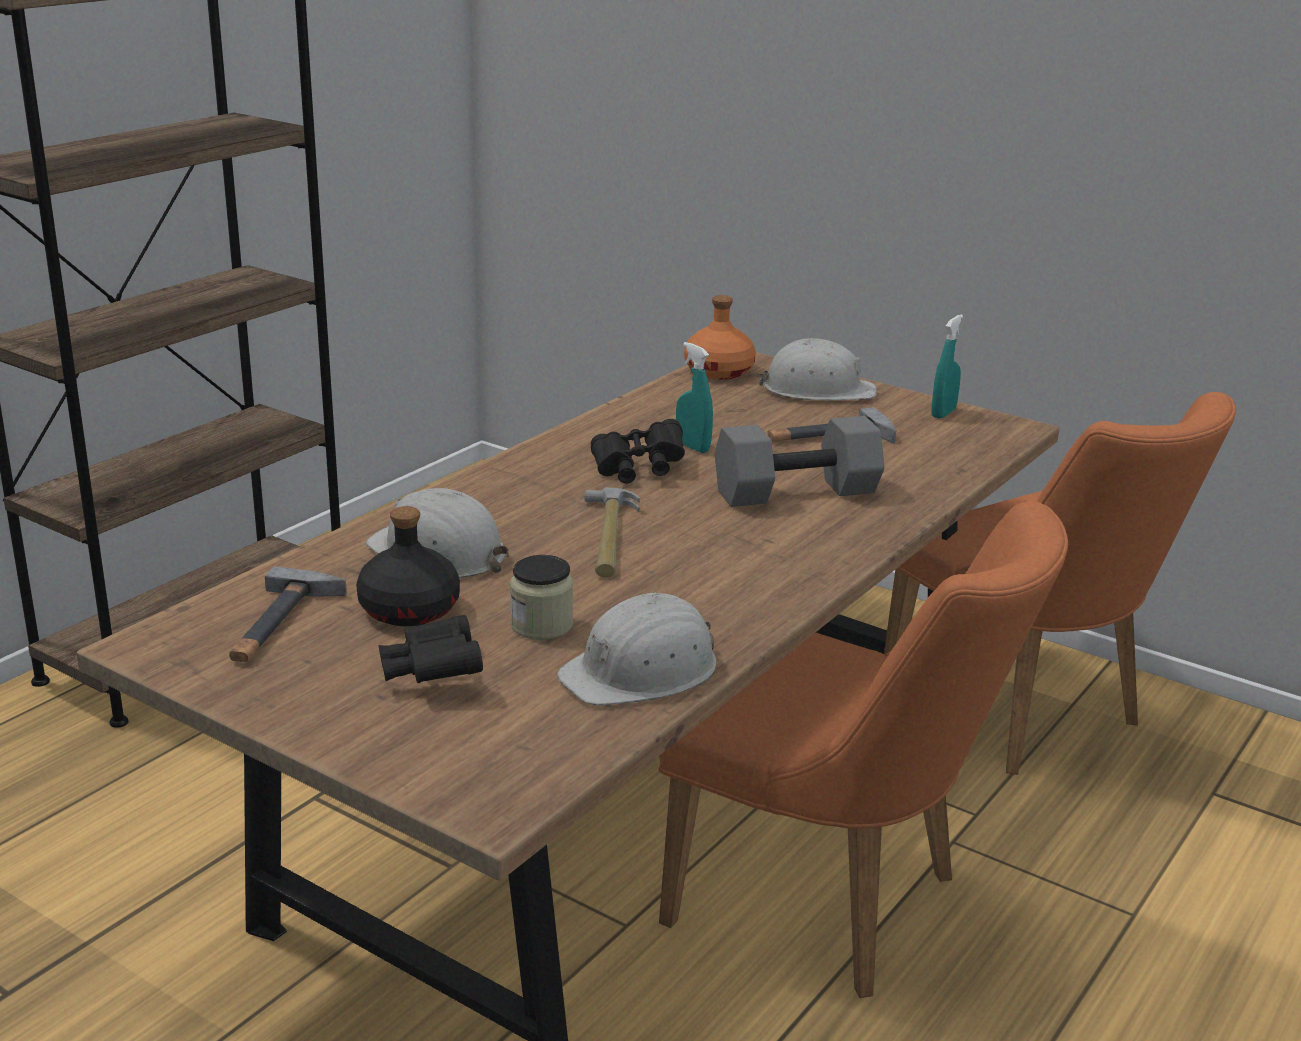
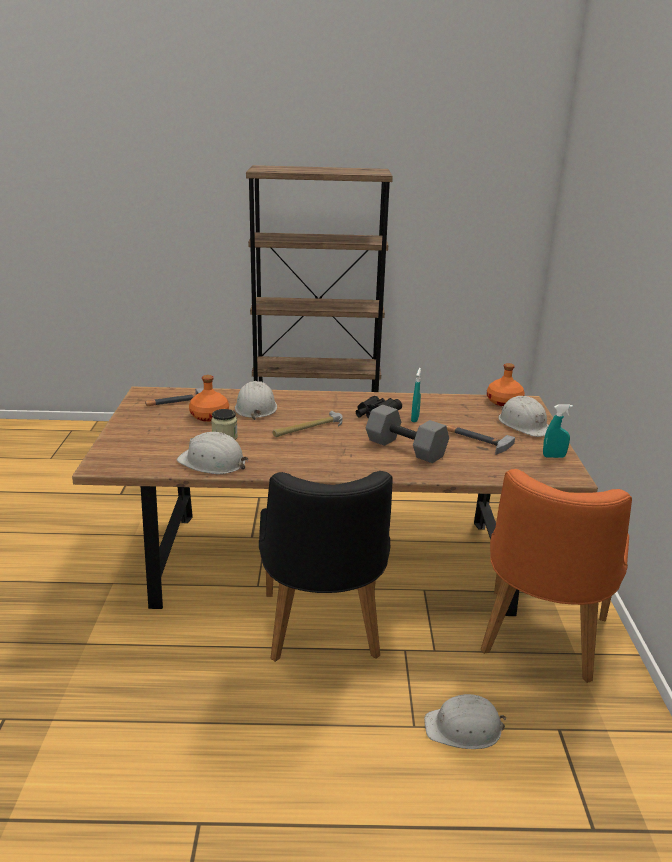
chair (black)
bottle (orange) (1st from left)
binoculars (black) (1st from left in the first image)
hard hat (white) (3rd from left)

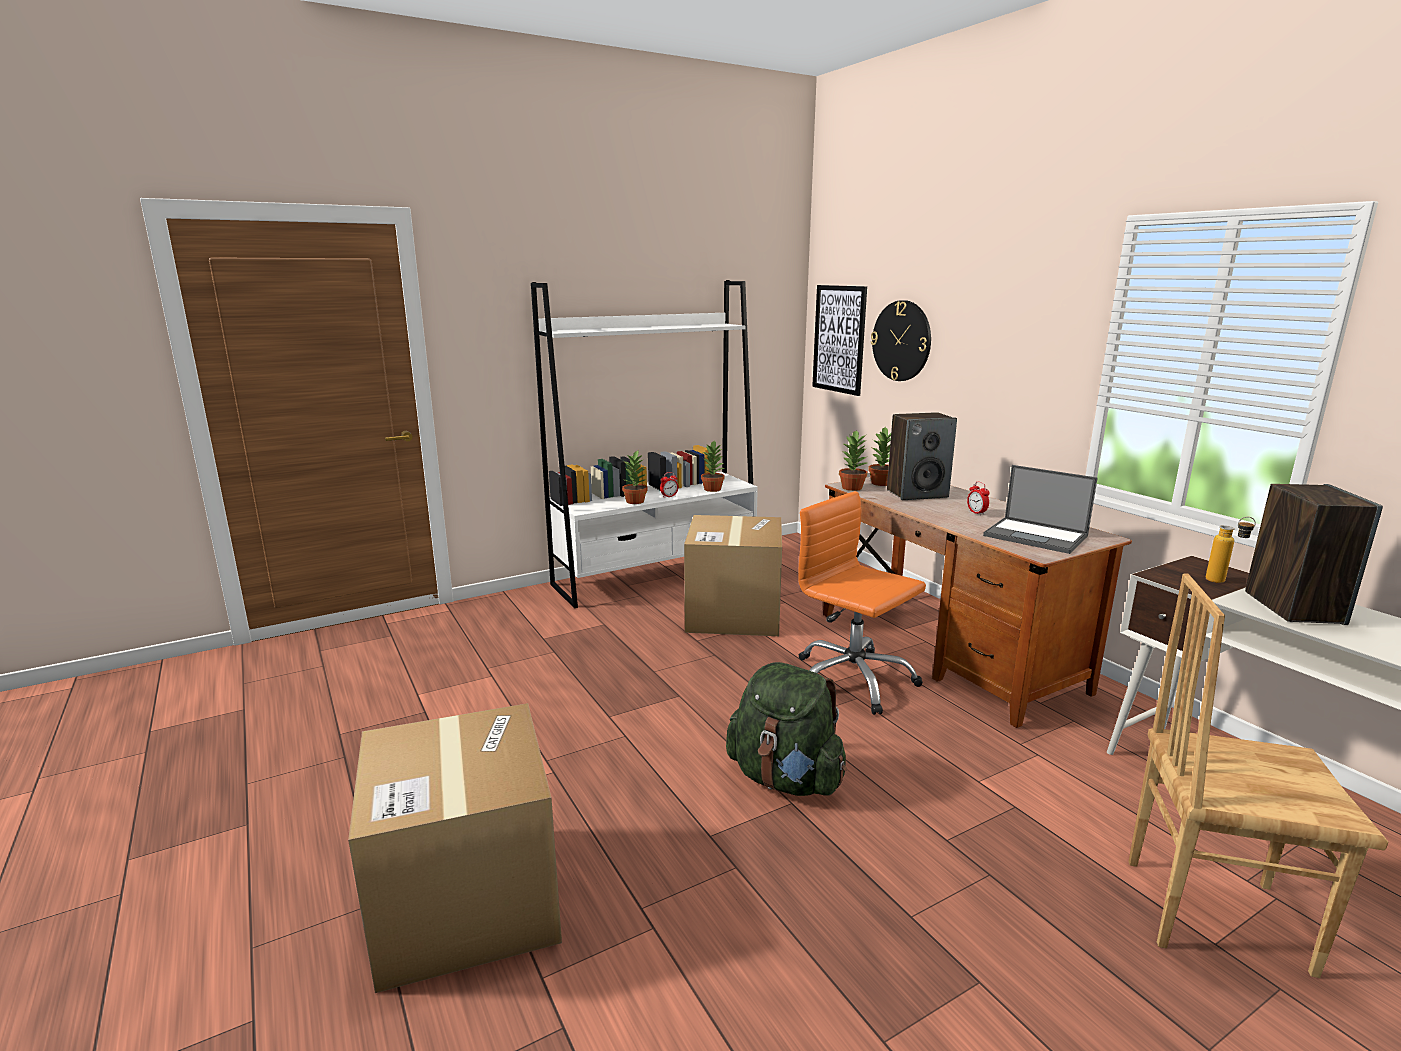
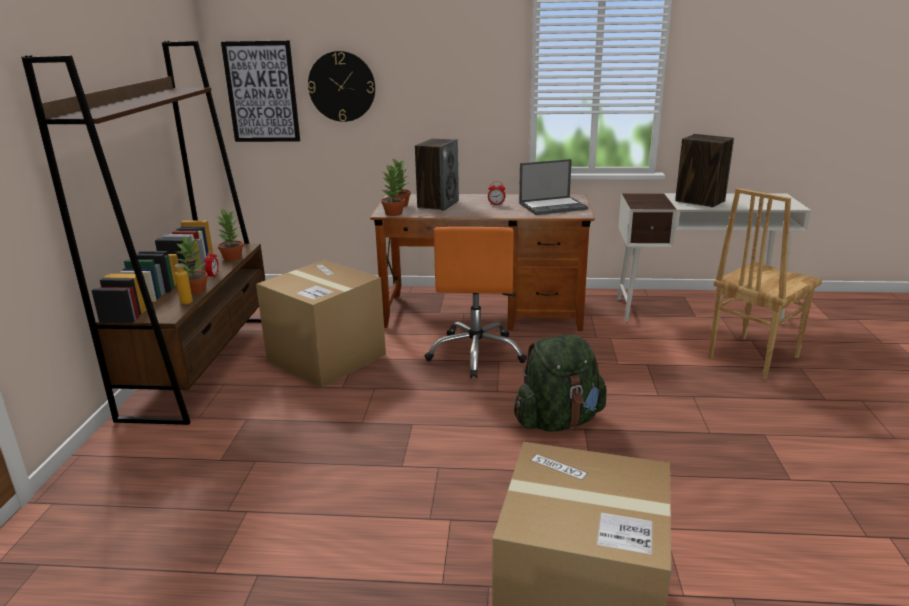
bookcase (brown)
office chair (orange)
bottle

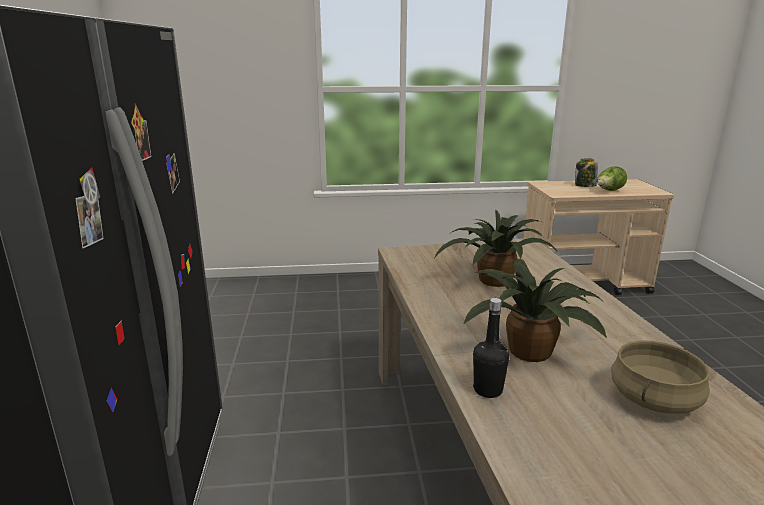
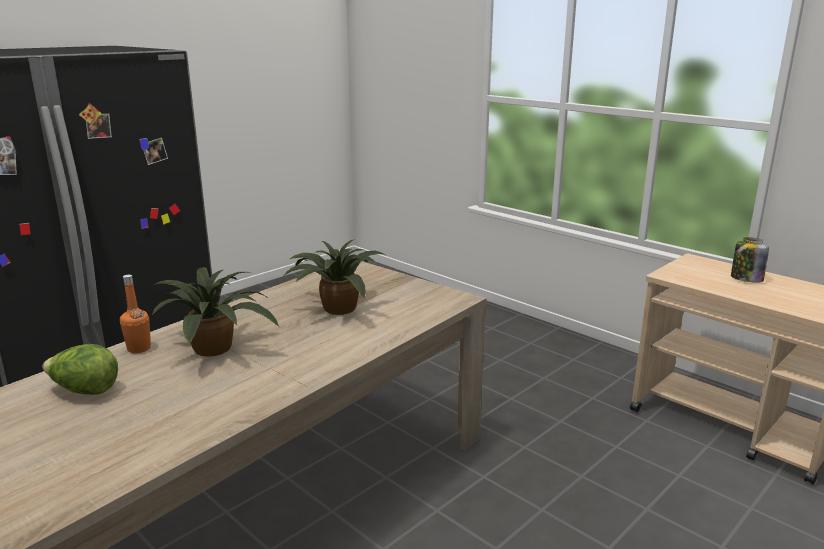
lettuce
bottle (orange)
cooking pot (beige)

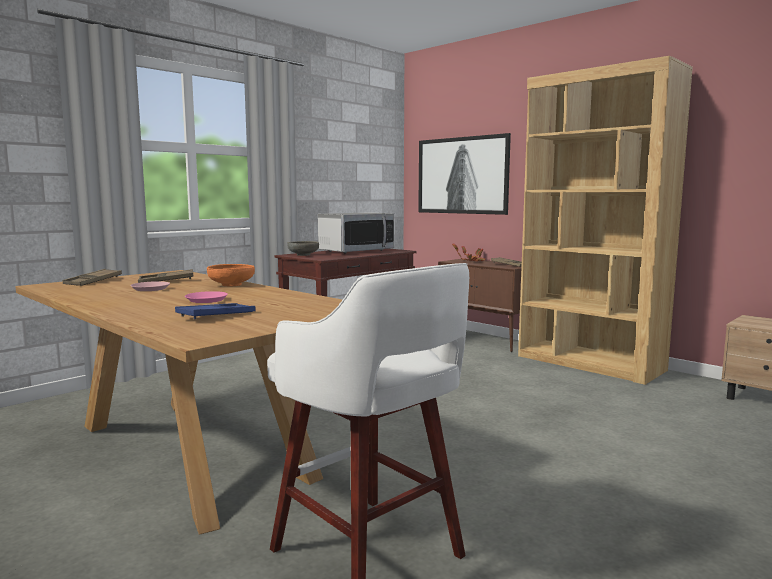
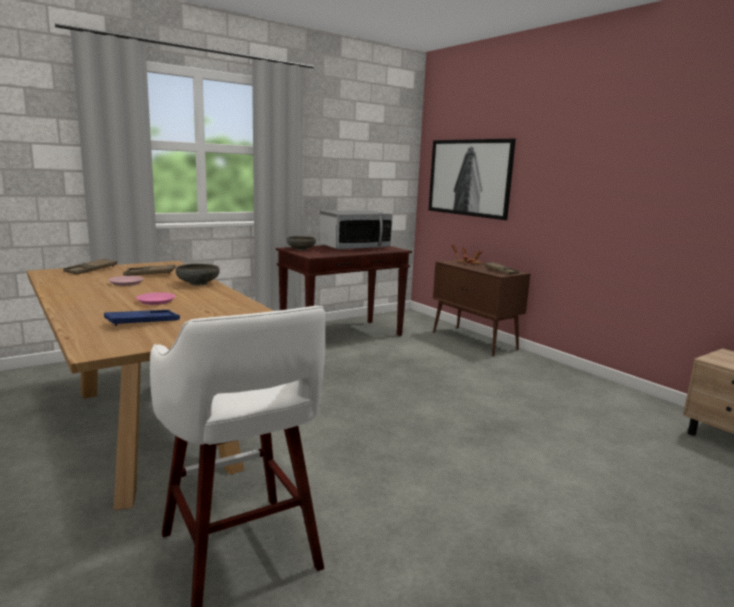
bookcase (brown)
bowl (grey) (1st from left)

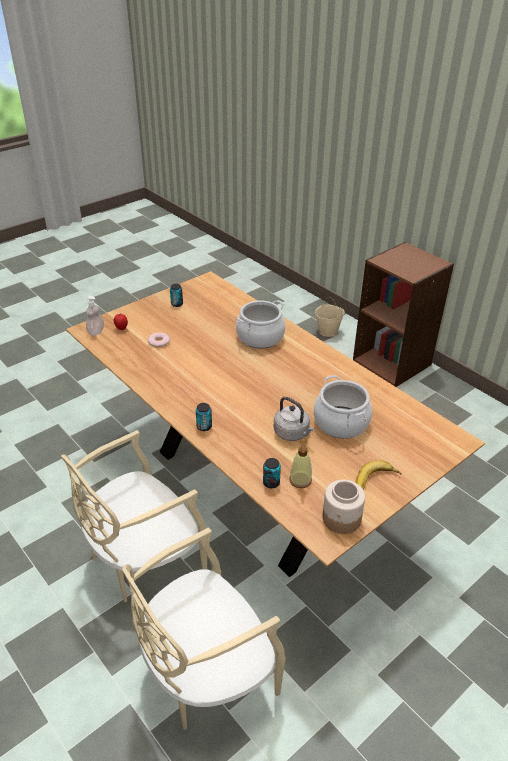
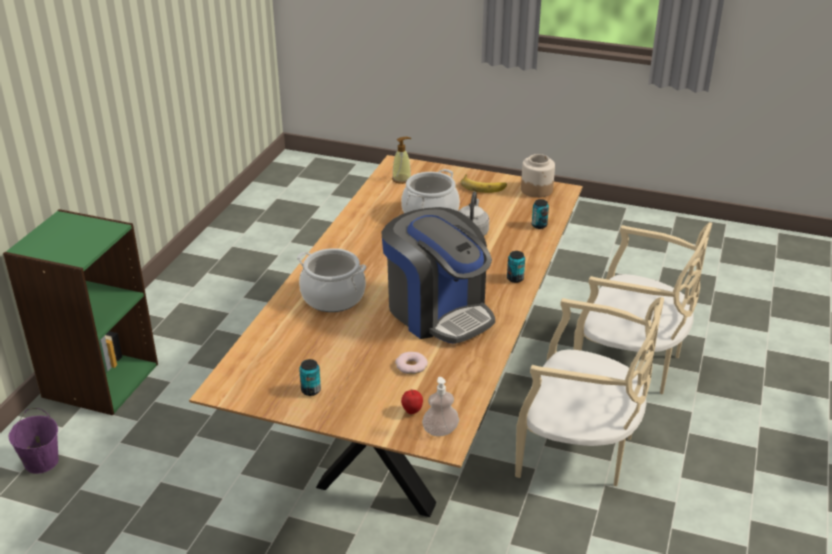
bookcase (green)
bucket (purple)
soap dispenser (1st from left)
coffee machine

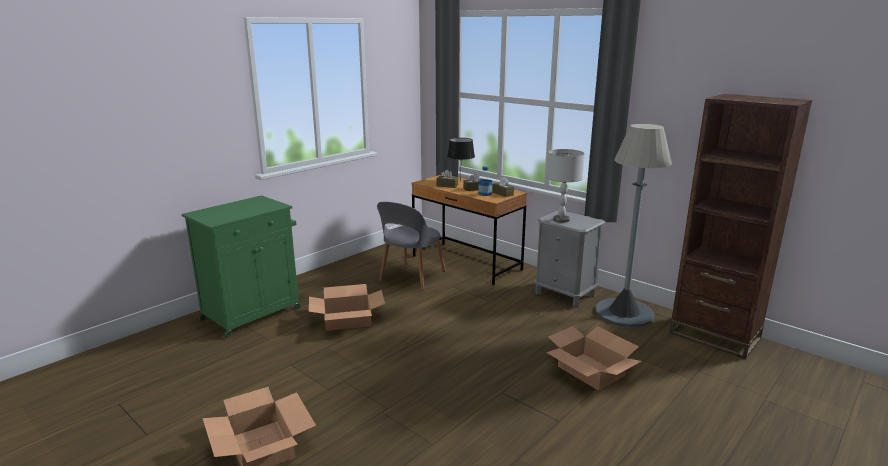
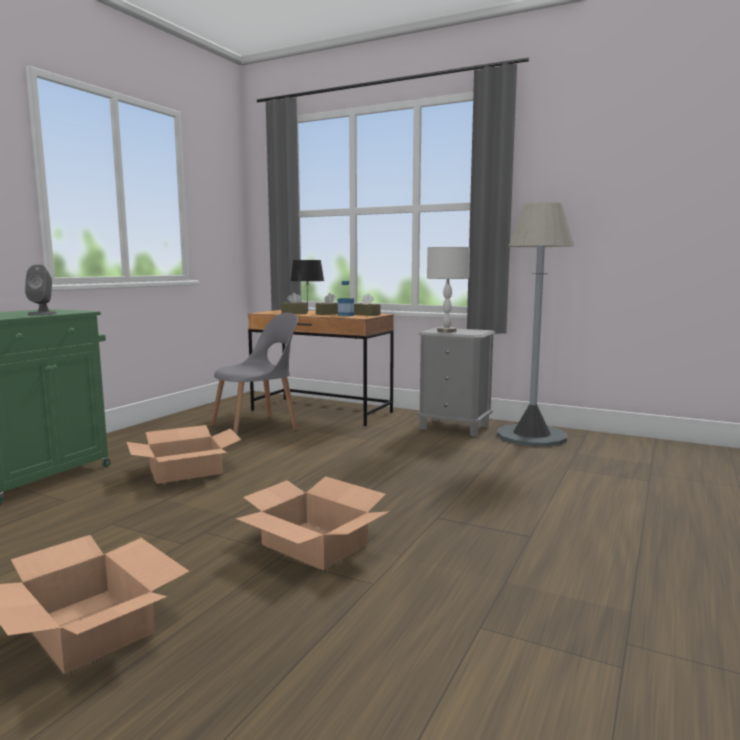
bookcase (brown)
chair (grey)
cardboard box (3rd from left)
speaker (grey)

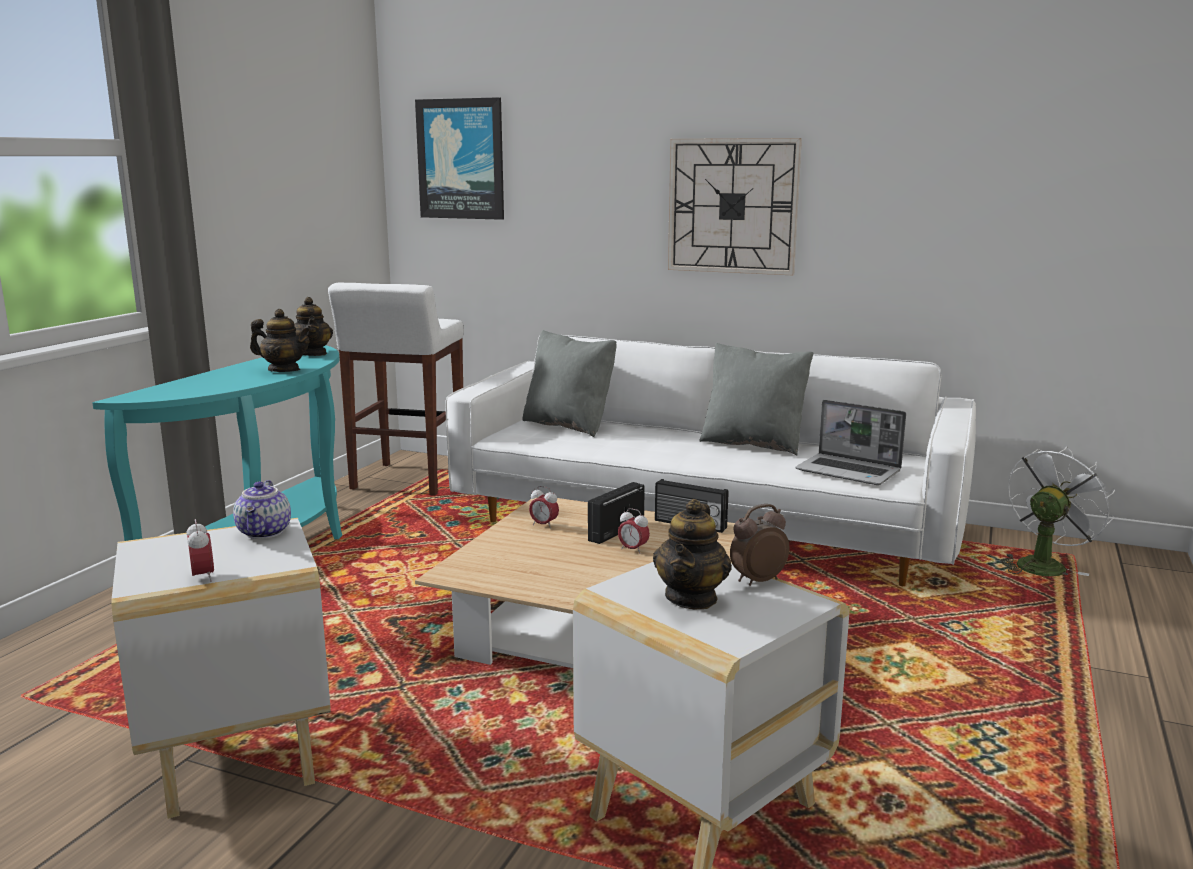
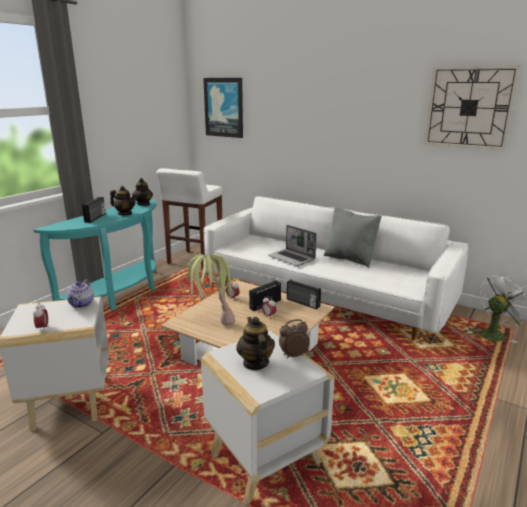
wall clock
pillow (grey) (1st from left in the first image)
laptop
teapot (4th from left)
radio (1st from left)
potted plant

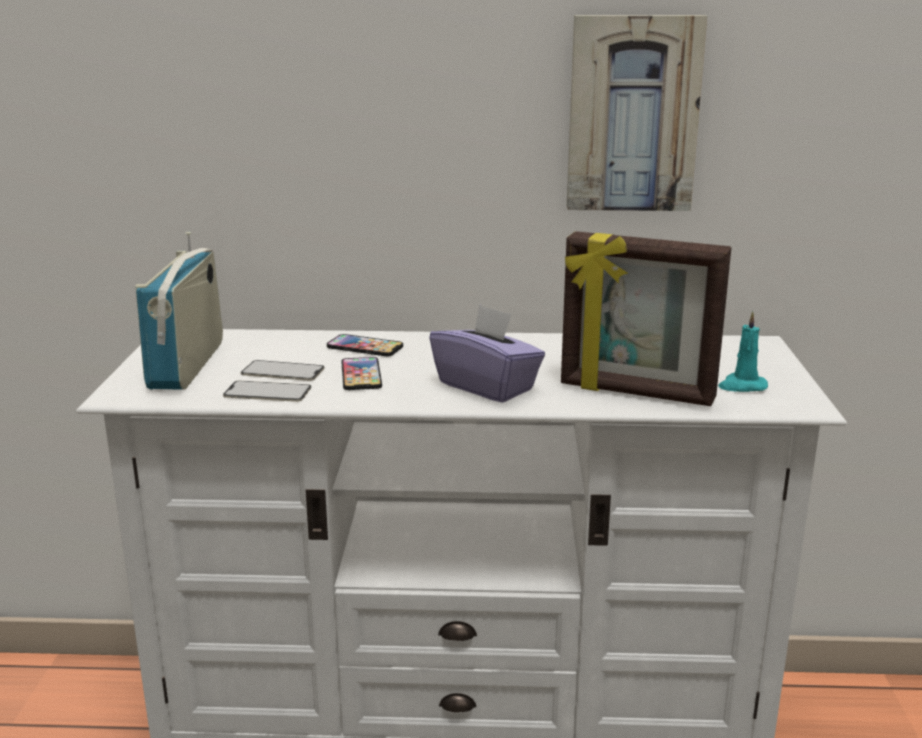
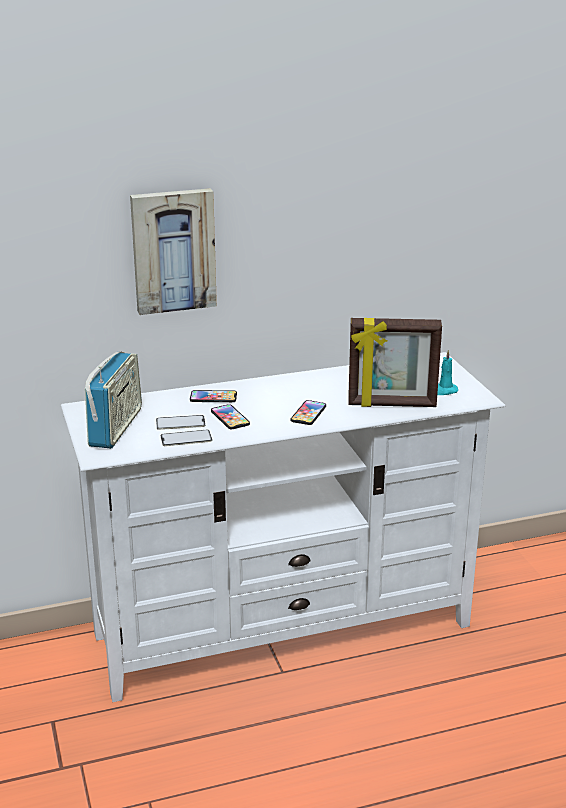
picture
radio
phone (5th from left)

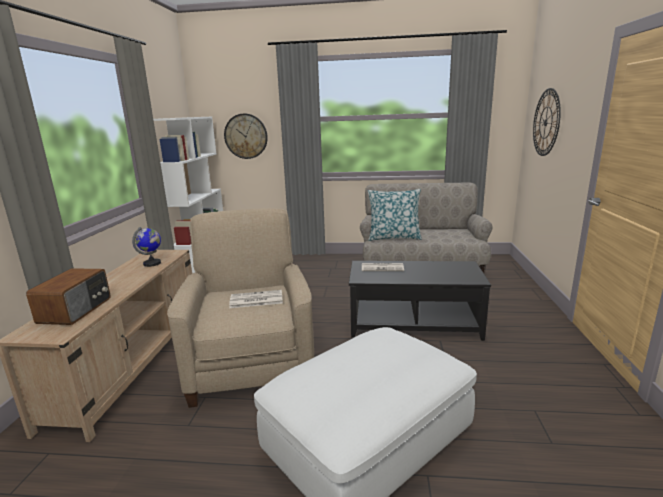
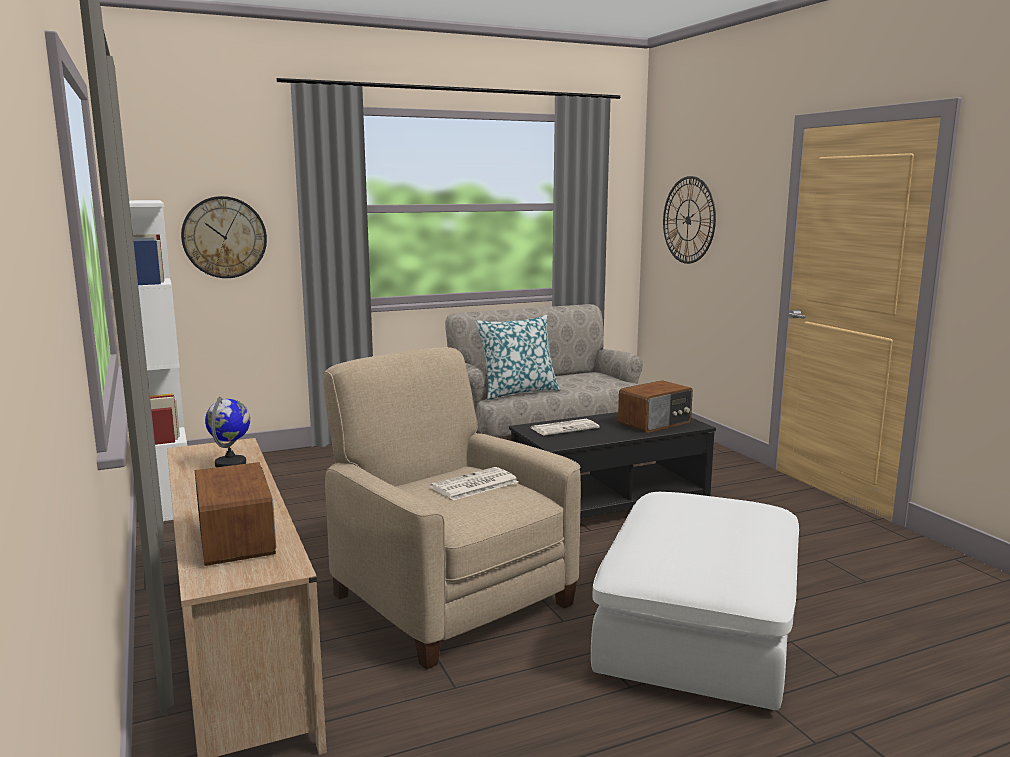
radio (2nd from left)

